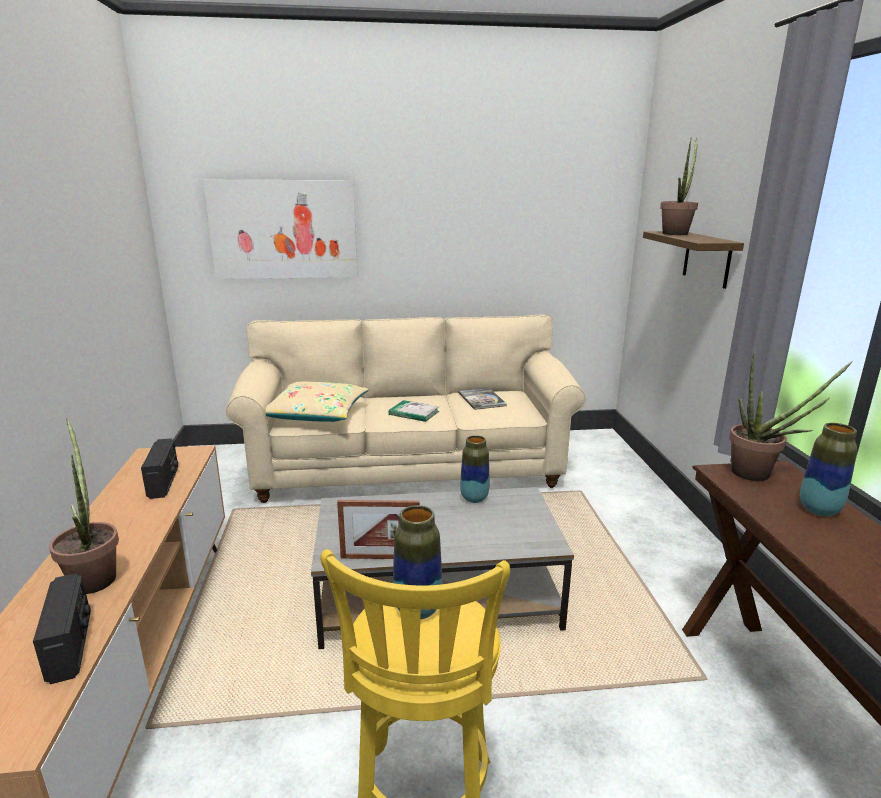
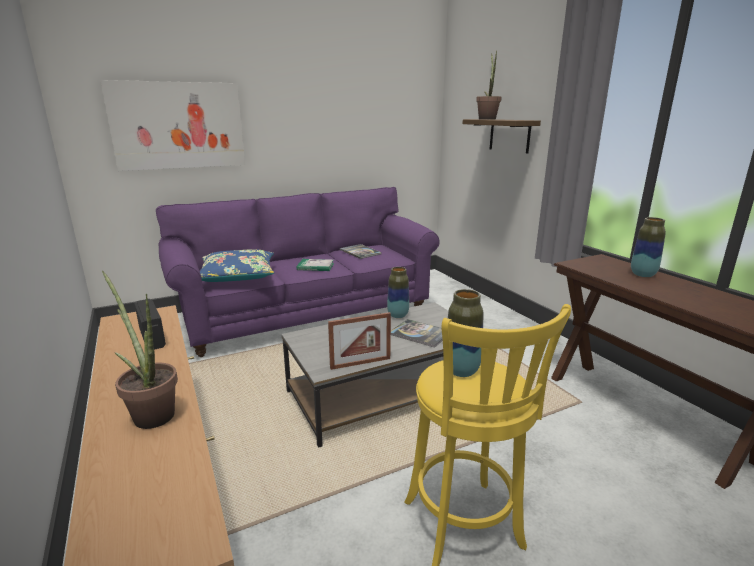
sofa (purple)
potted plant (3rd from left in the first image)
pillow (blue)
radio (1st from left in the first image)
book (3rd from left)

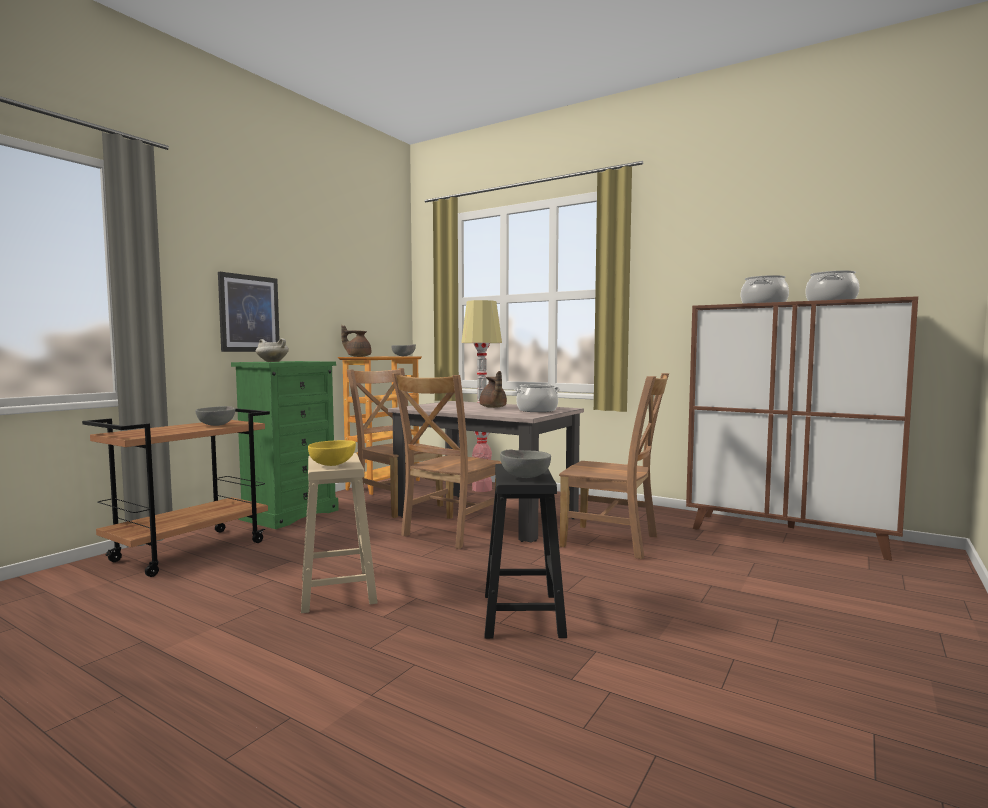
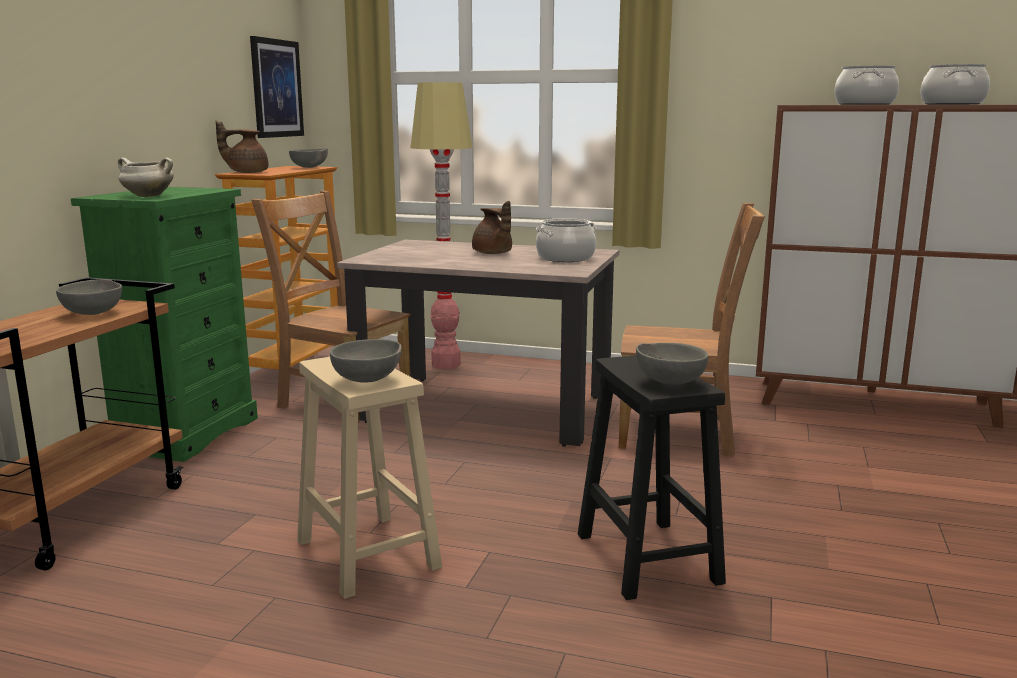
picture
chair (brown) (2nd from left in the first image)
bowl (grey) (3rd from left)

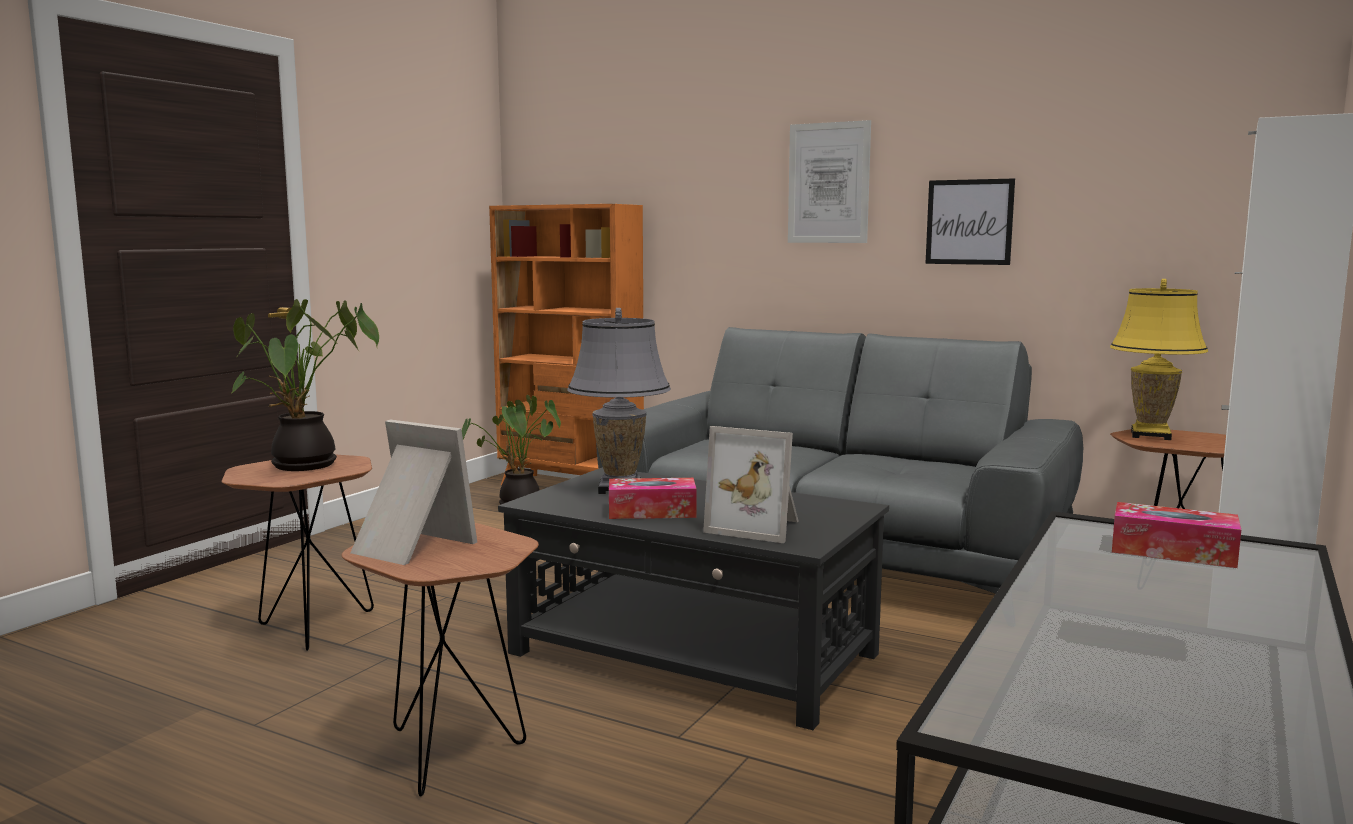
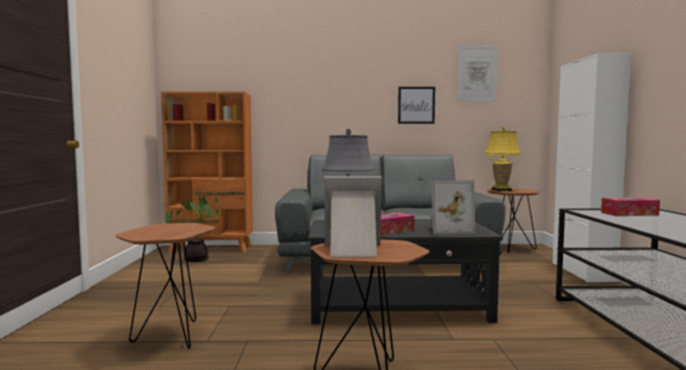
picture (2nd from left)
potted plant (1st from left in the first image)

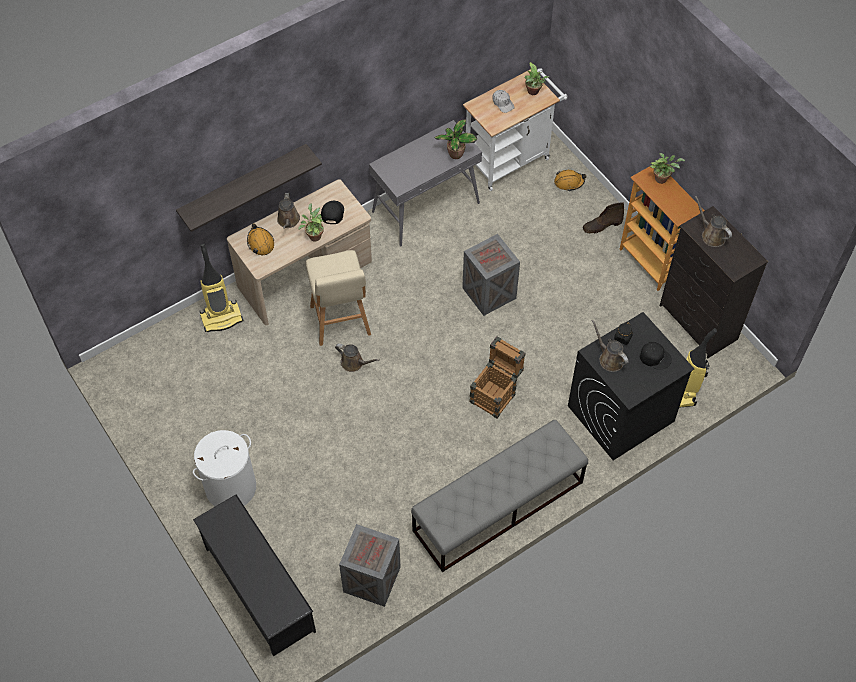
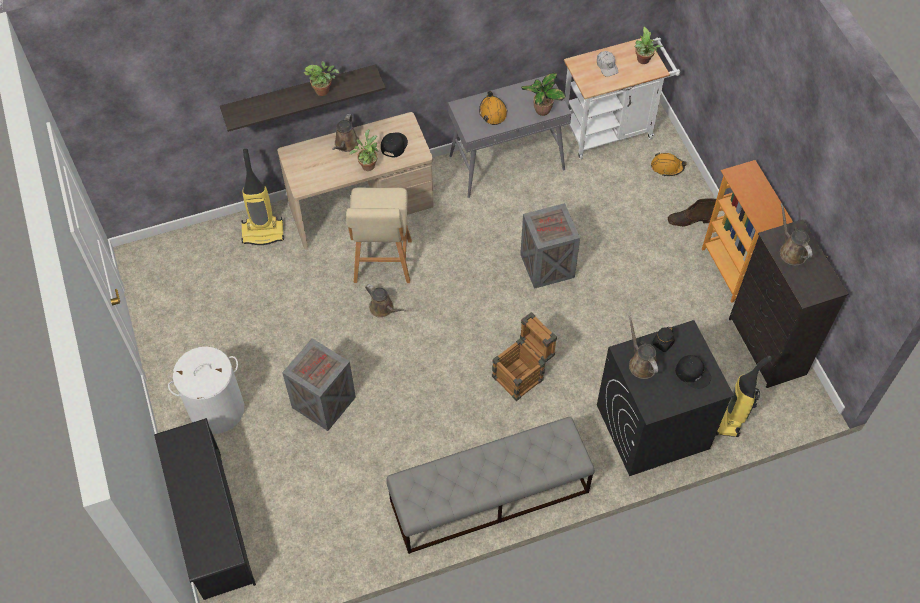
potted plant (1st from left)
hard hat (orange) (1st from left)
crate (1st from left)

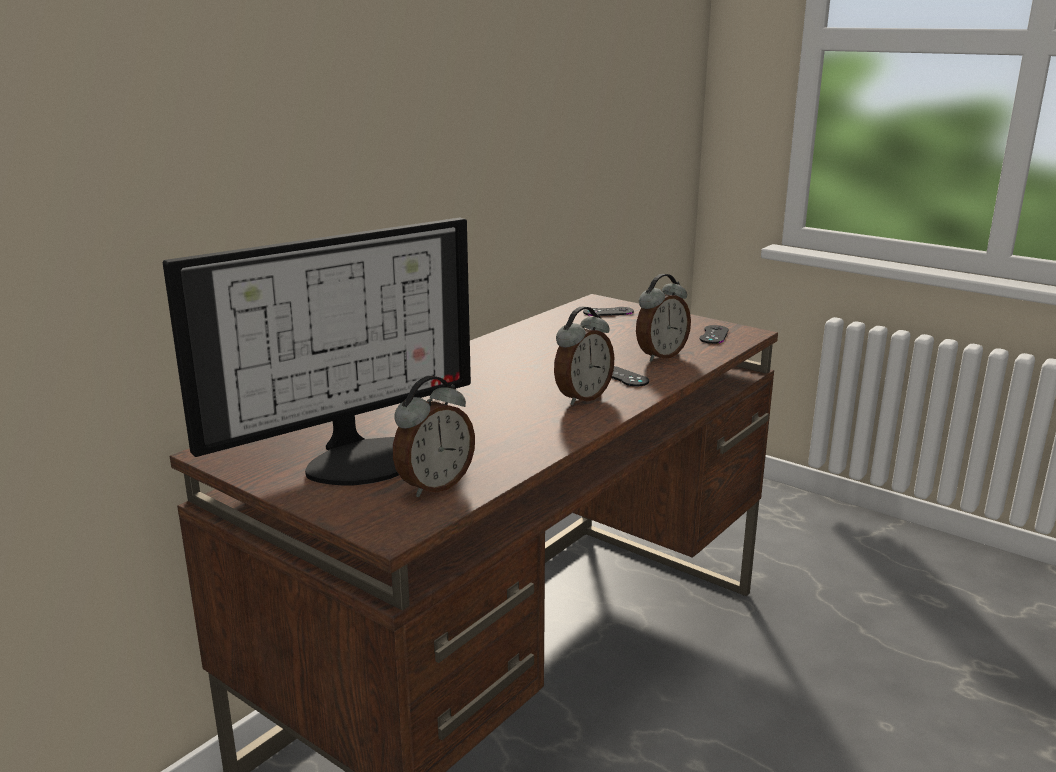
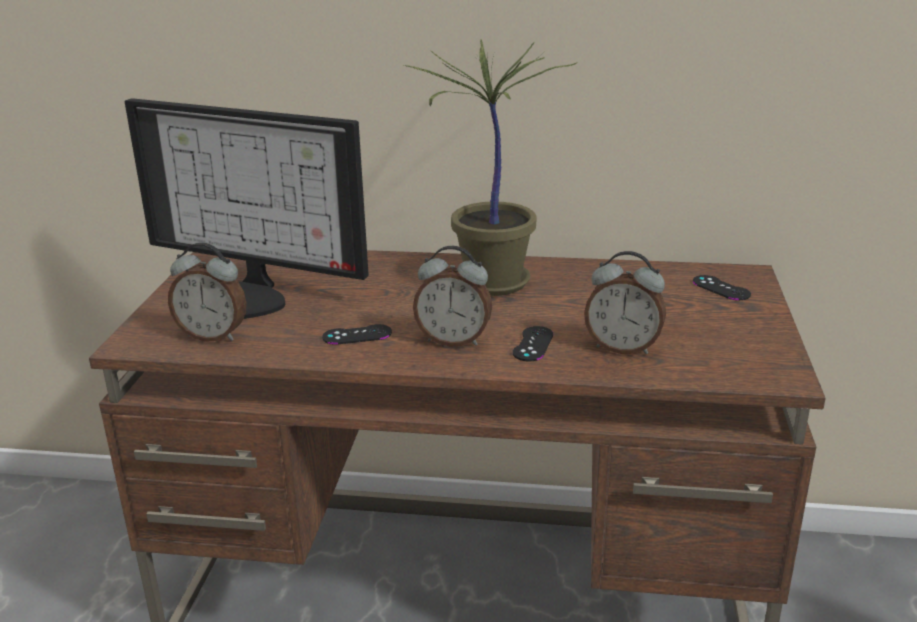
game controller (black) (1st from left)
potted plant

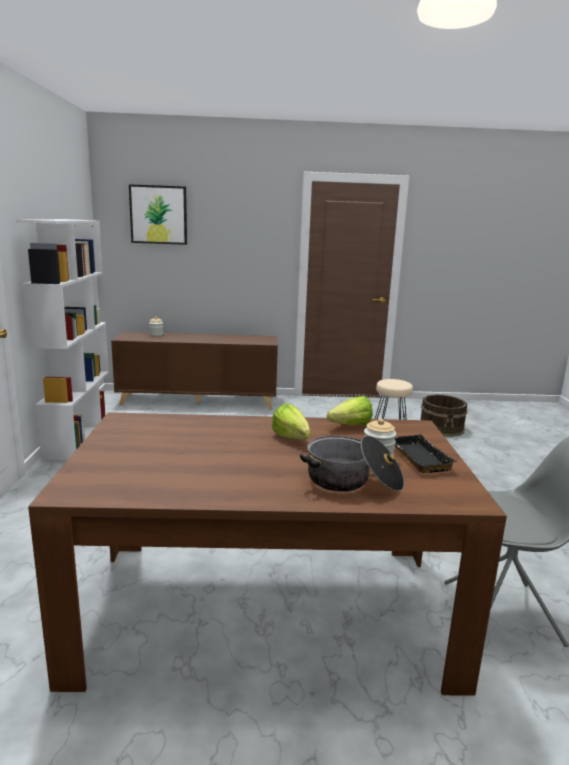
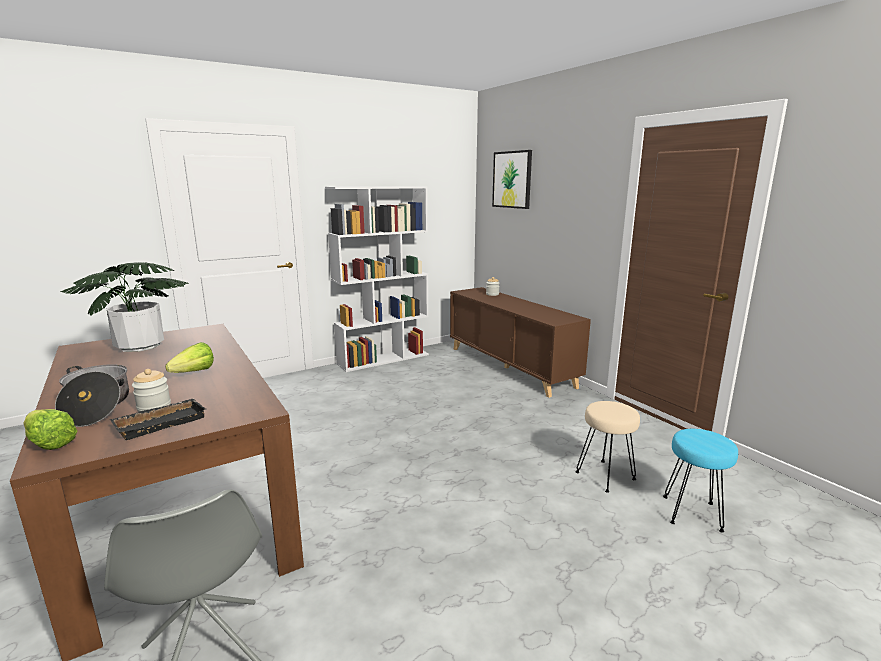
stool (turquoise)
lettuce (1st from left)
potted plant

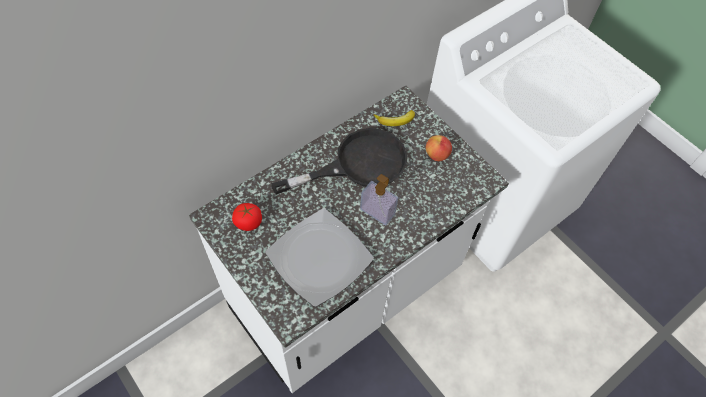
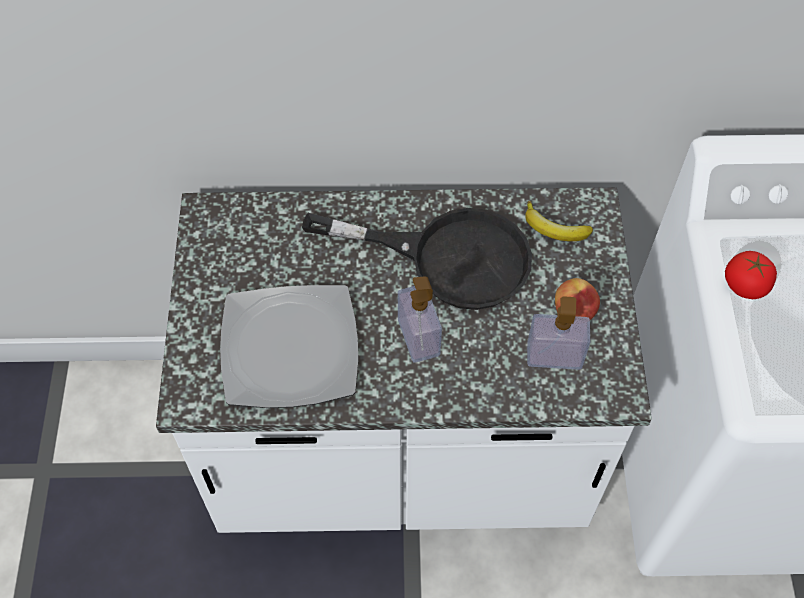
tomato
soap dispenser (2nd from left)

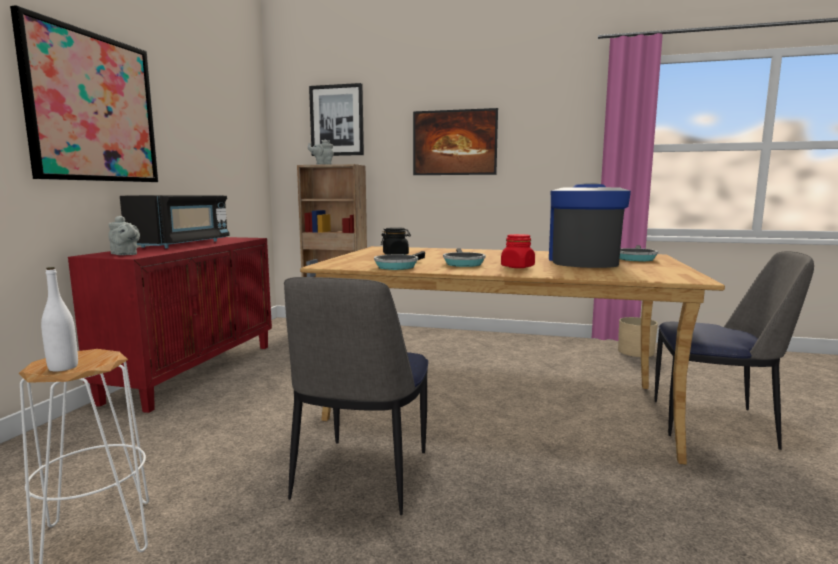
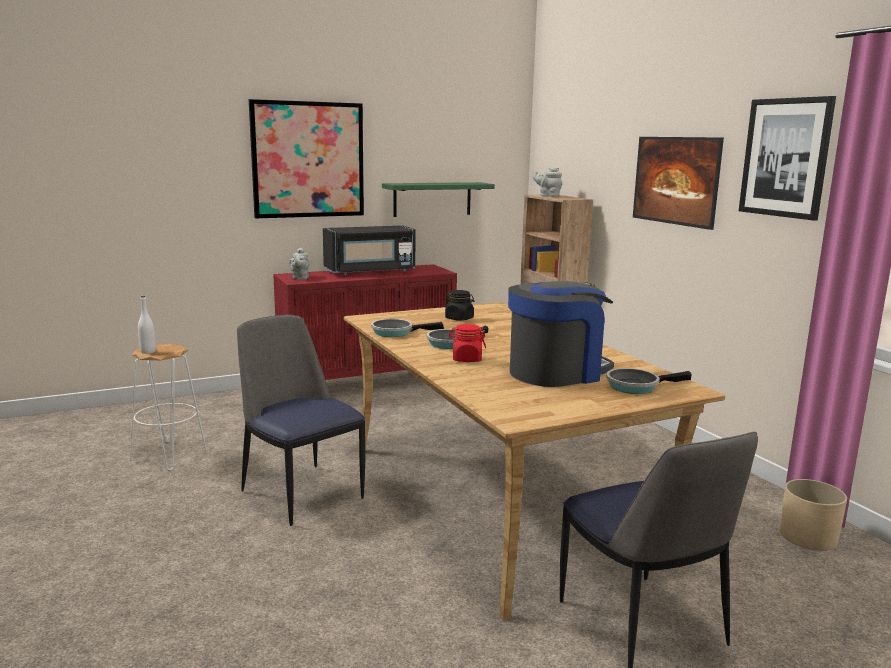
picture (3rd from left)
chair (1st from left)
shelf (green)

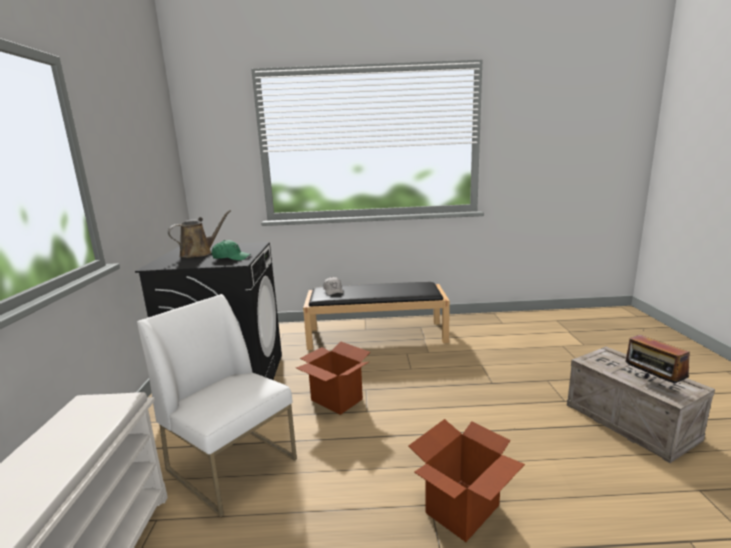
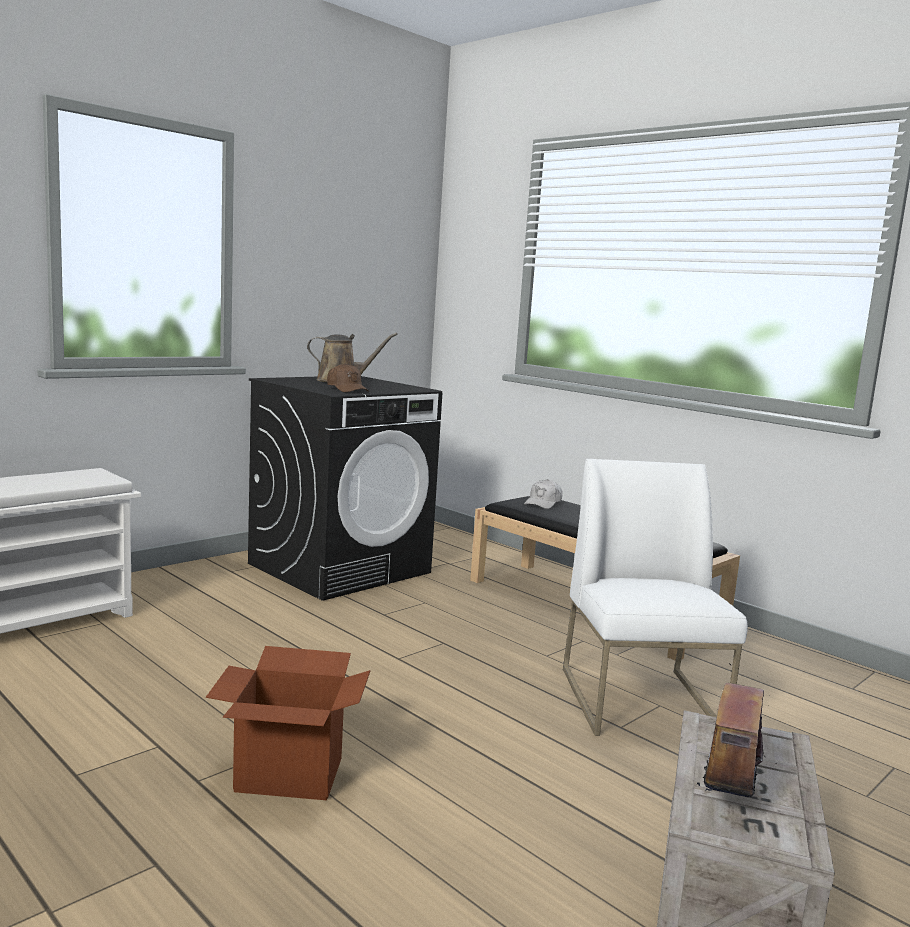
cap (brown)
chair (white)
cardboard box (1st from left in the first image)

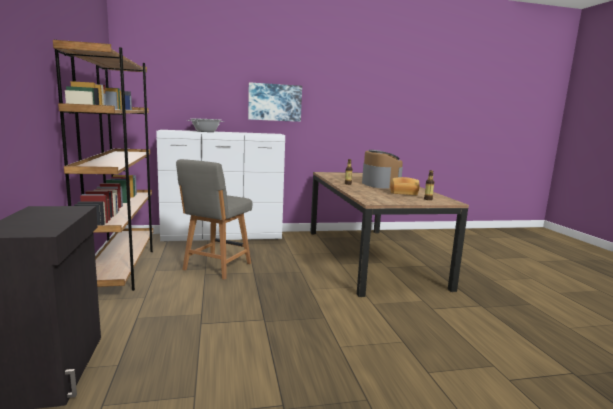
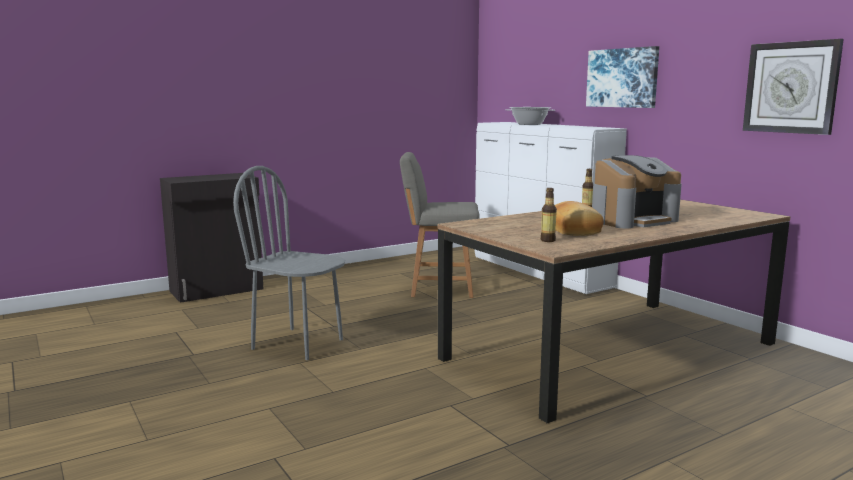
bookcase (brown)
wall clock
chair (grey) (1st from left)

